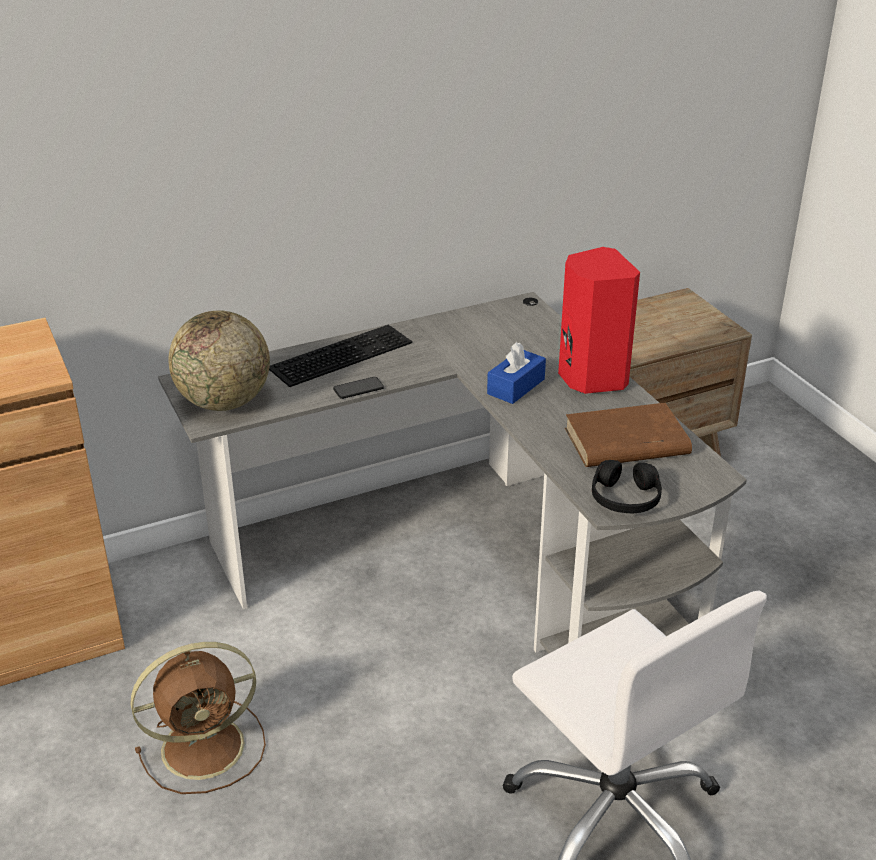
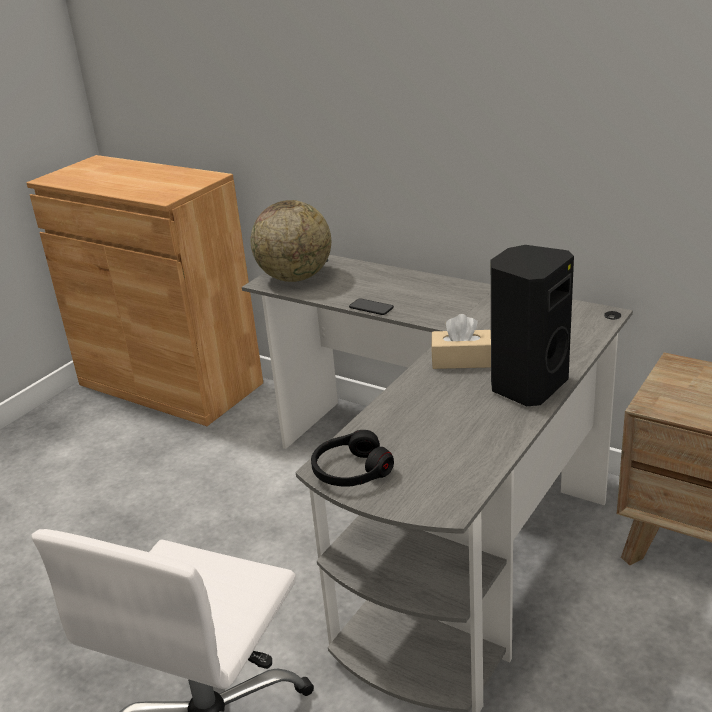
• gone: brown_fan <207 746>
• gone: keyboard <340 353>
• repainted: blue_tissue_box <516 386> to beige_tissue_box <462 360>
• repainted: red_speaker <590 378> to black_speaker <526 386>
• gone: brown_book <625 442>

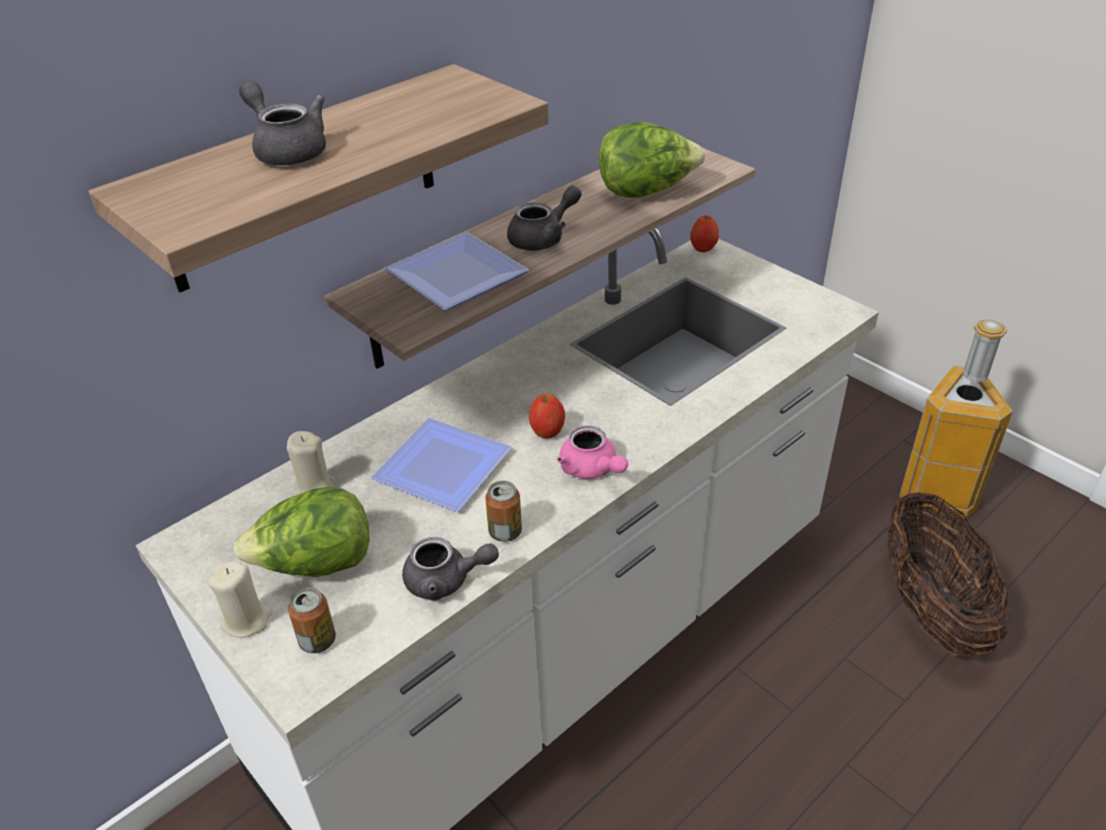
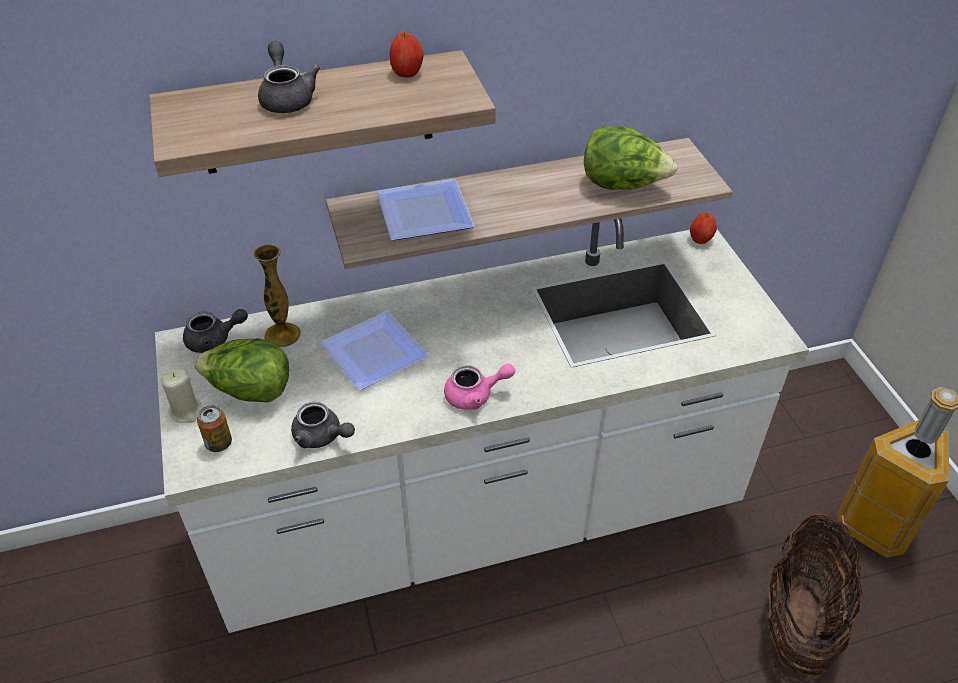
• swapped: beige_candle <314 488> to vase <282 335>
• gone: can <505 532>
• shifted: grey_teapot <544 238> to <214 340>
• shifted: apple <547 432> to <407 73>
• rotated: pink_teapot <592 469> = <475 395> 90 degrees counterclockwise

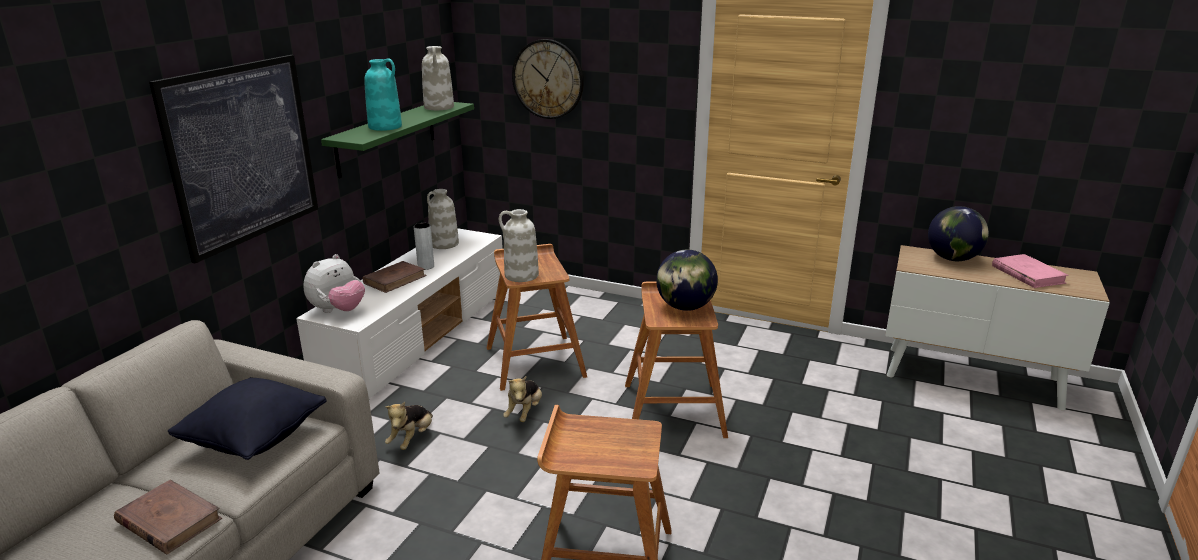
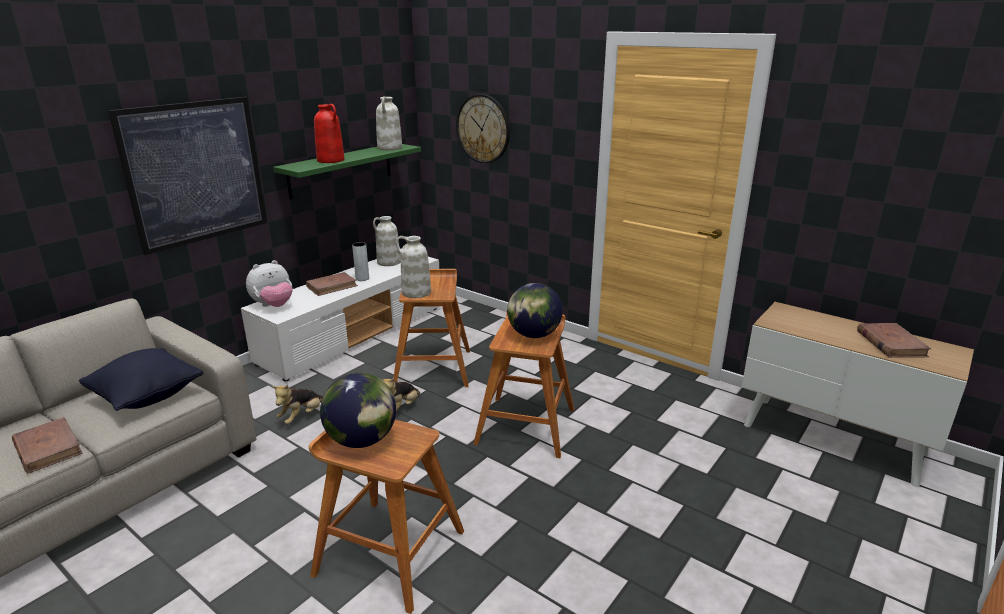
• repainted: turquoise_vase <386 127> to red_vase <331 160>
• shifted: globe <953 259> to <362 440>
• repainted: pink_book <1027 274> to brown_book <891 343>

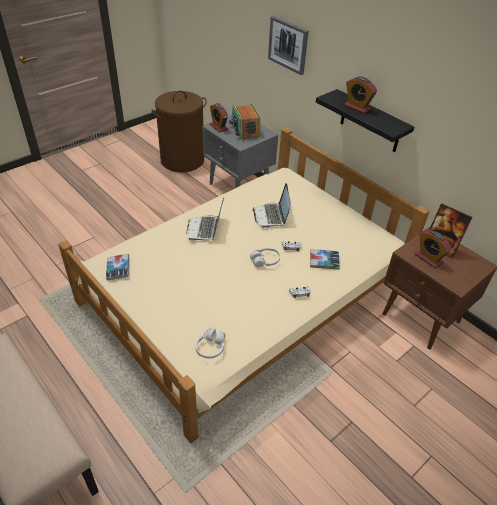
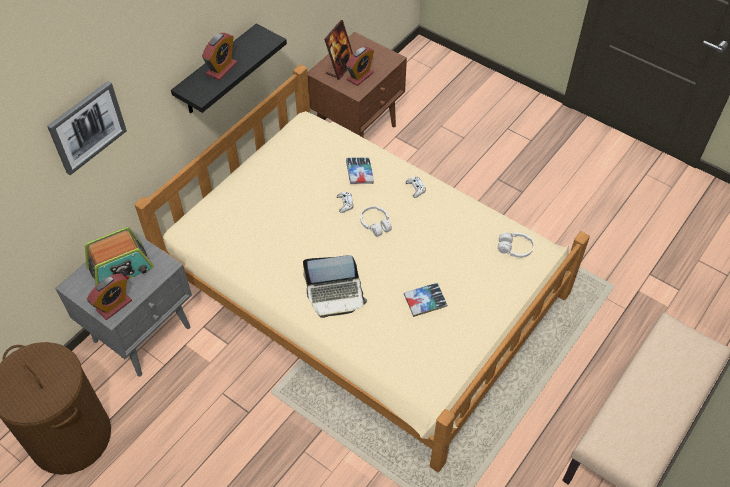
• shifted: book <118 269> to <425 302>
• gone: laptop <271 216>

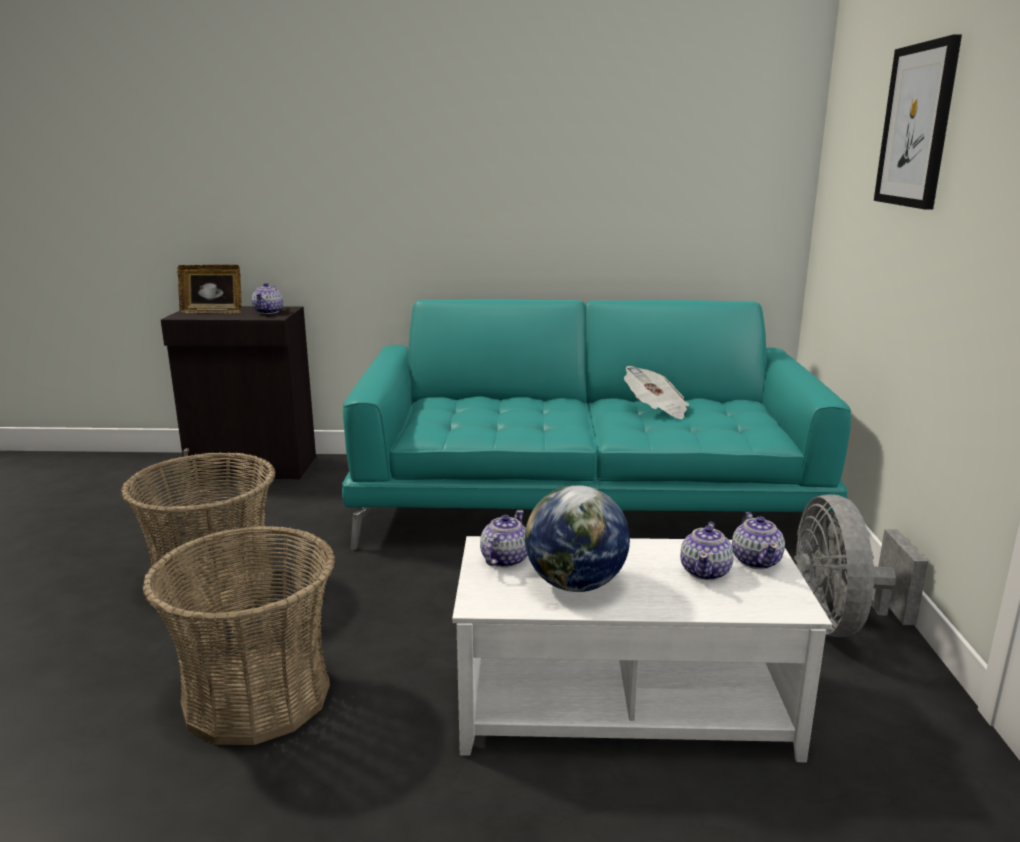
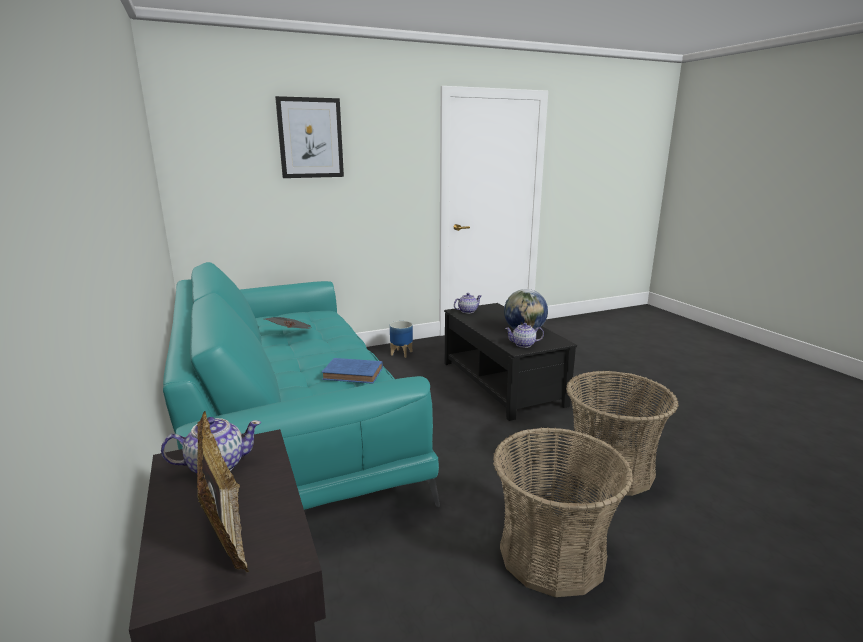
• repainted: white_coffee_table <624 702> to black_coffee_table <500 383>
• gone: teapot <706 571>
• swapped: grey_fan <839 622> to planter <401 353>
• new: blue_book <354 374>

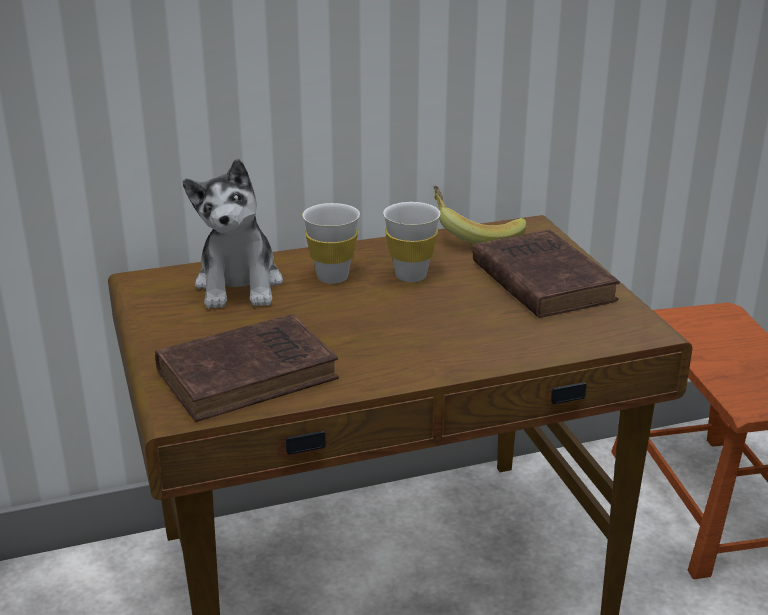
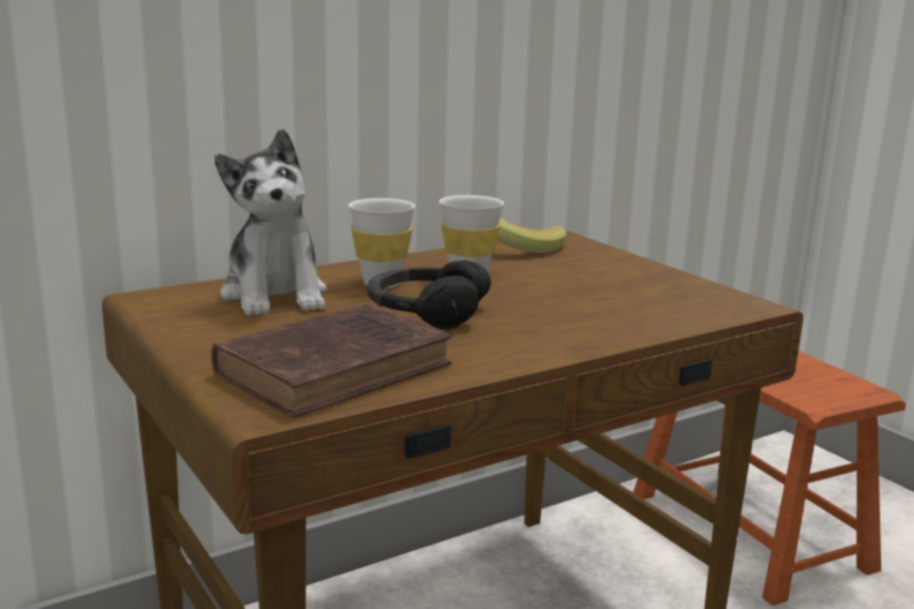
• gone: brown_book <540 280>
• new: black_headphones <426 313>

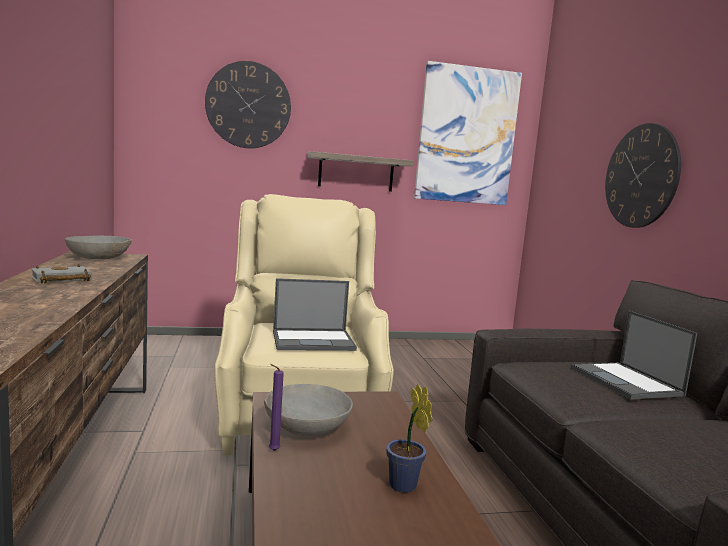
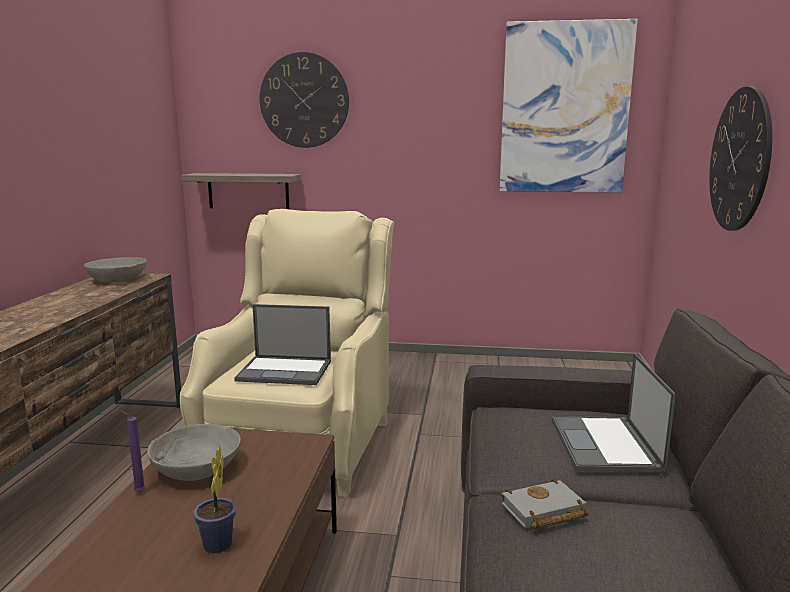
• shifted: grey_book <60 279> to <543 512>
• shifted: shelf <356 172> to <248 191>

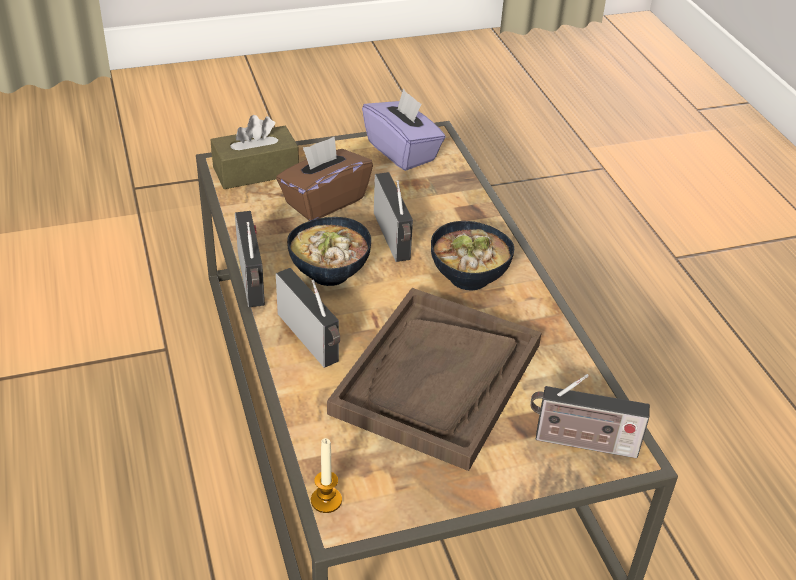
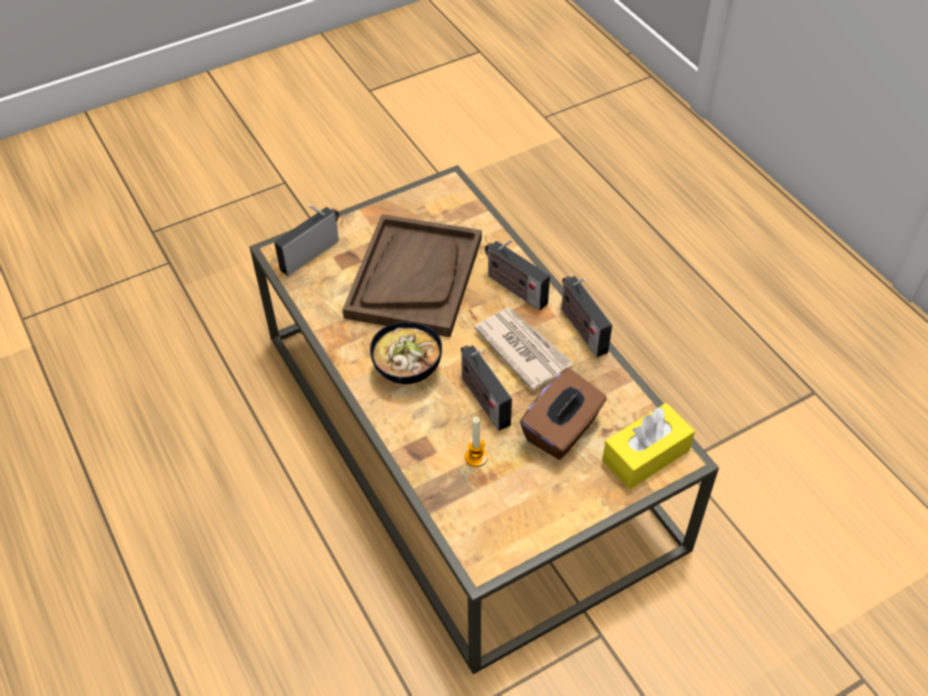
• repainted: brown_tissue_box <256 171> to yellow_tissue_box <646 455>
• swapped: bowl <331 273> to newspaper <523 349>
• shifted: candle <326 500> to <476 457>
• gone: purple_tissue_box <402 151>
• rotated: radio <581 443> = <311 253> 45 degrees counterclockwise

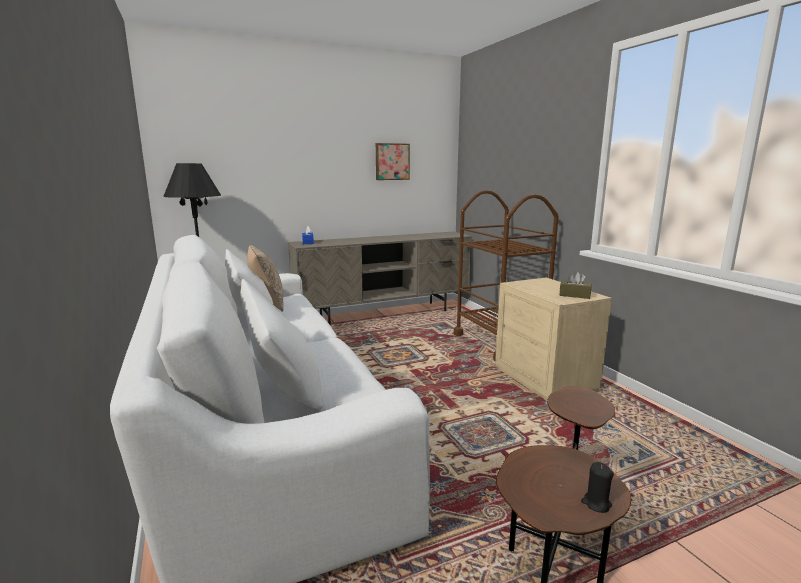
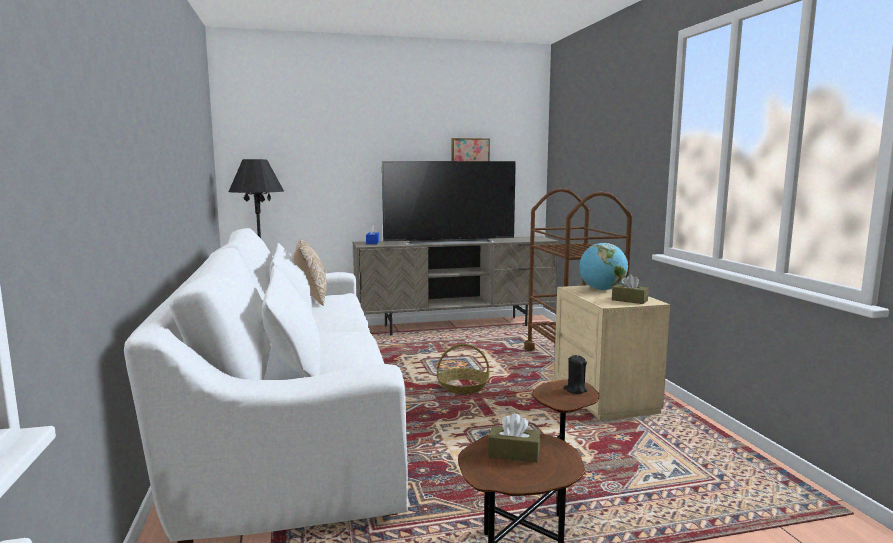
• shifted: black_candle <596 503> to <575 390>
• new: television <448 242>
• new: basket <462 387>
• new: brown_tissue_box <513 453>
• new: globe <602 290>

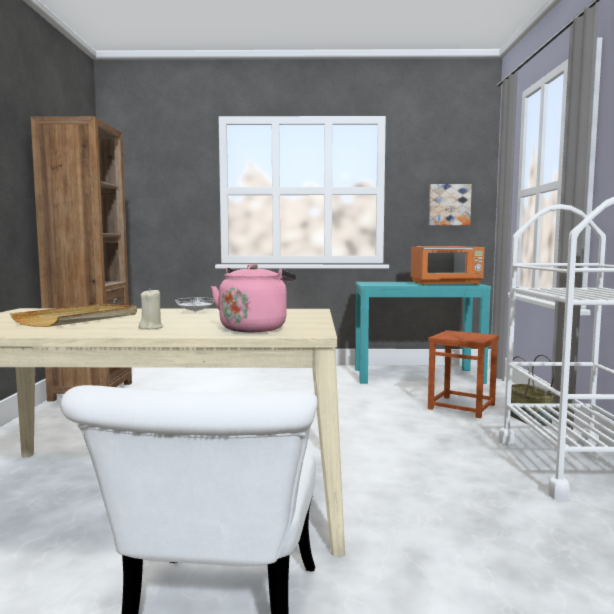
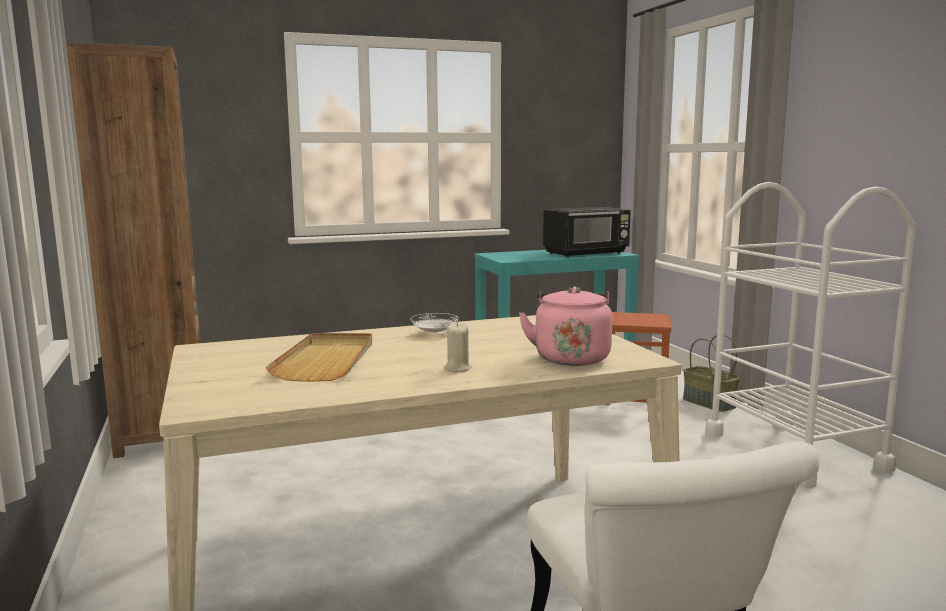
• repainted: orange_microwave <446 284> to black_microwave <587 253>
• gone: picture <449 205>

